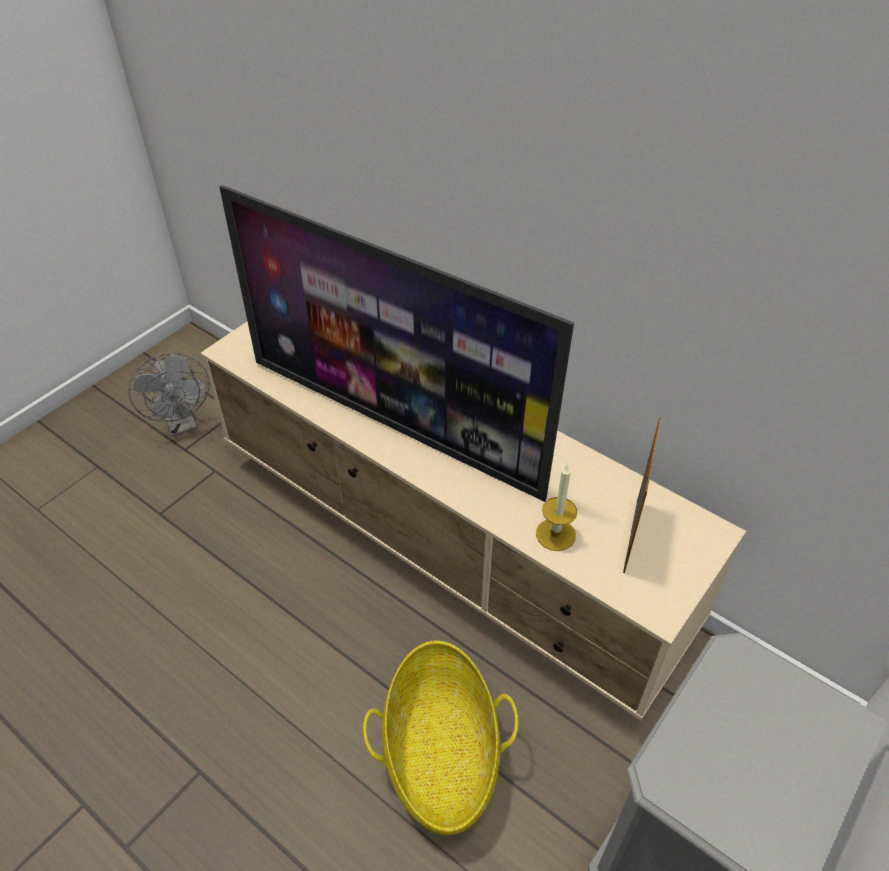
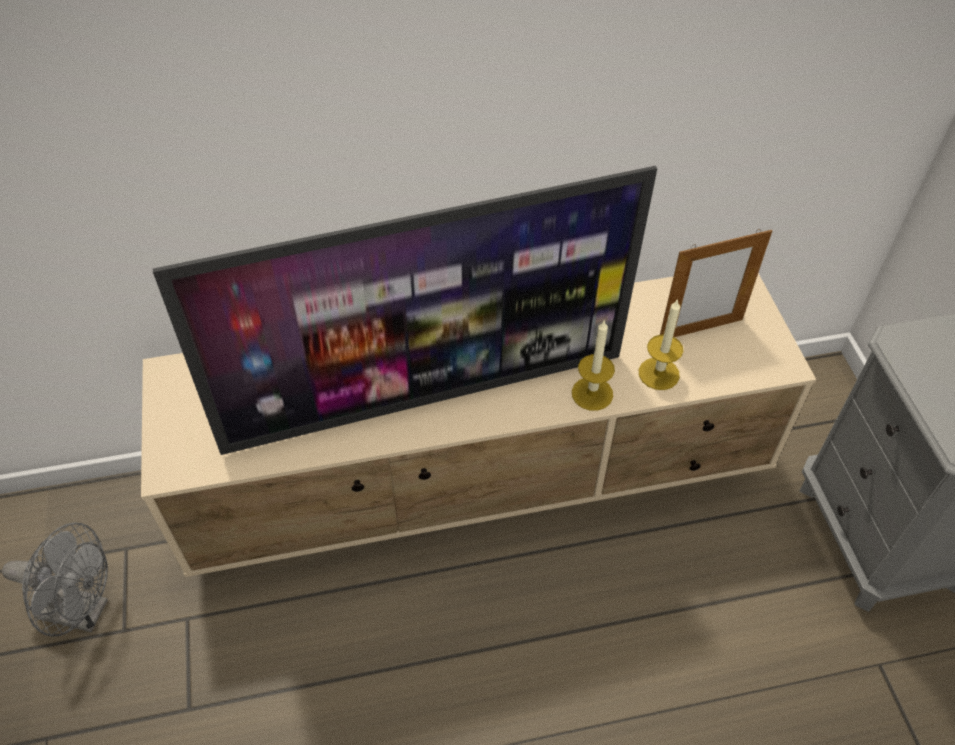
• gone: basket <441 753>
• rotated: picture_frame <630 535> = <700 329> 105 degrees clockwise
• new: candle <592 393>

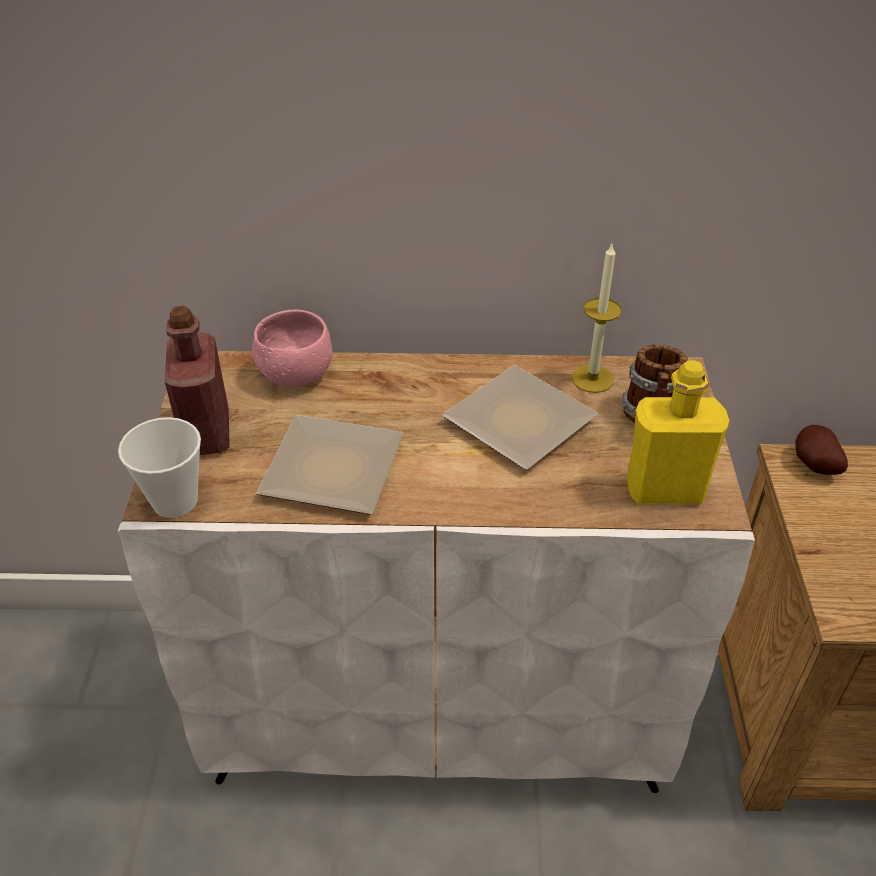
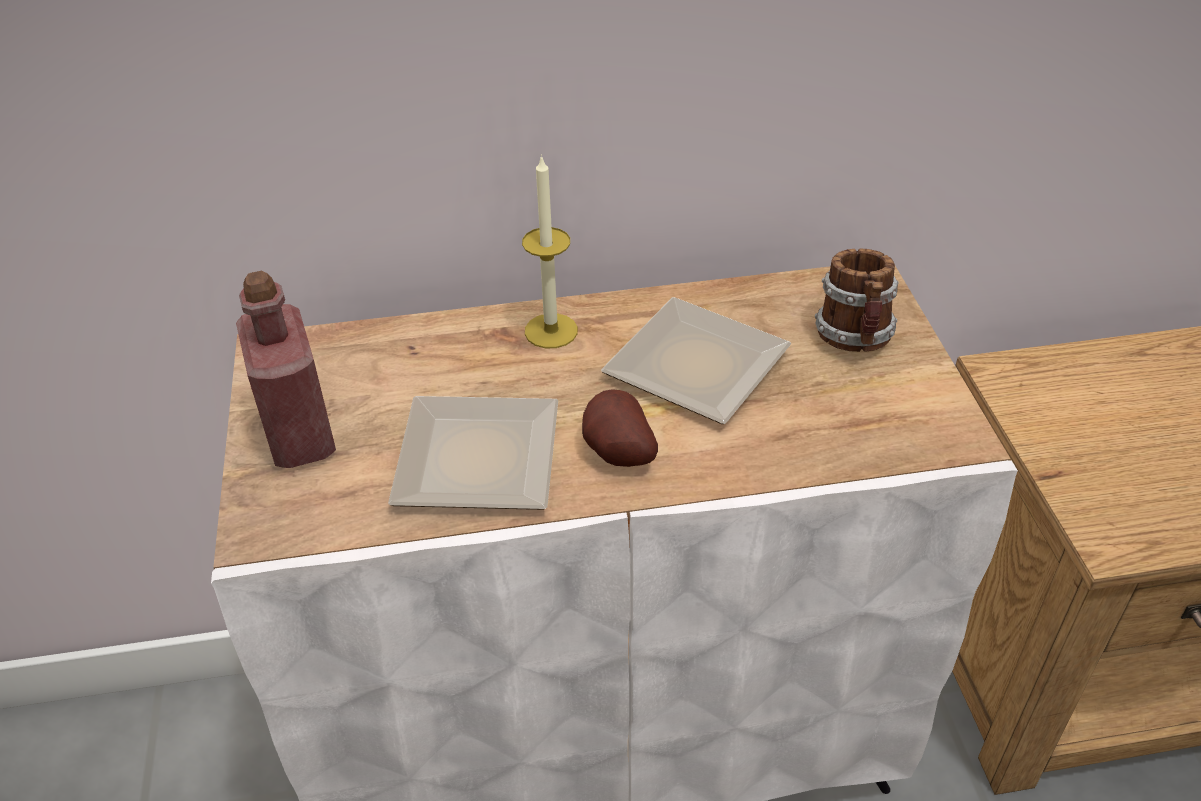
• gone: cup <175 501>
• gone: pink_bowl <295 374>
• shifted: candle <592 379> to <551 331>
• gone: yellow_bottle <664 490>
• shifted: potato <813 465> to <616 453>

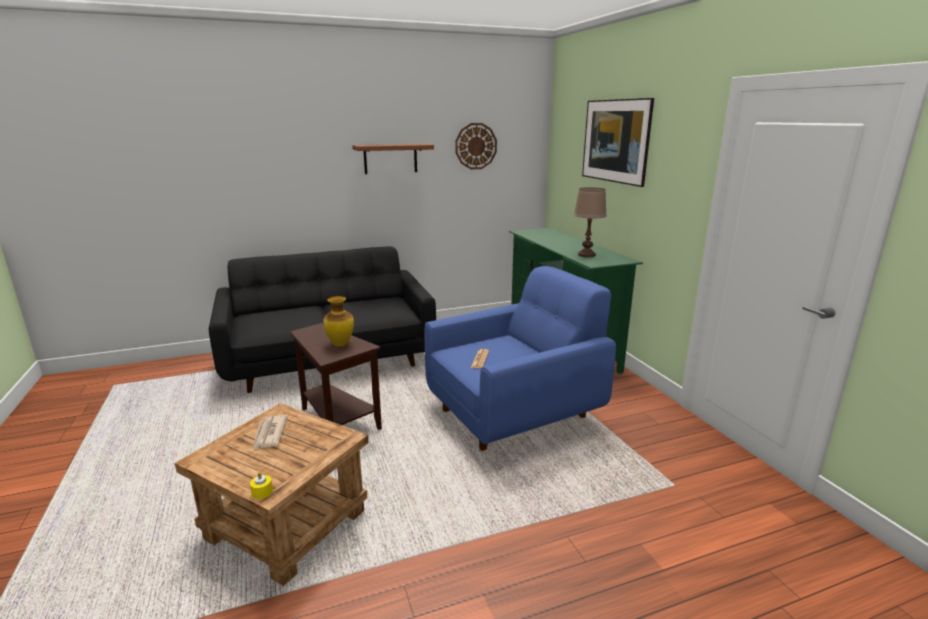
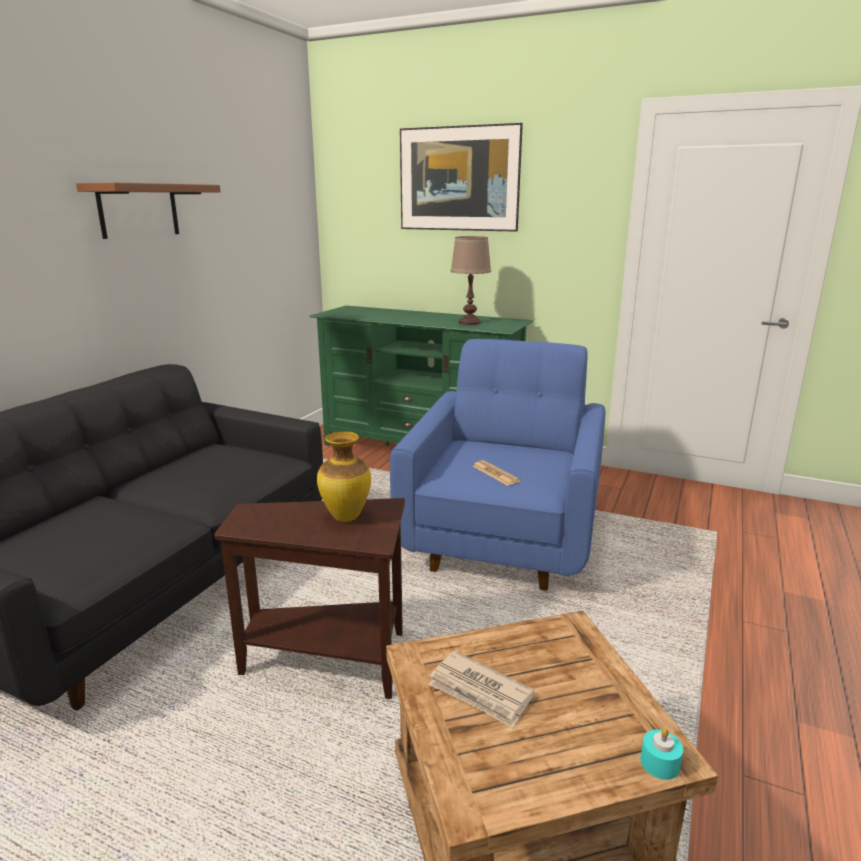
• repainted: yellow_candle <262 492> to turquoise_candle <659 763>
• gone: wall_clock <476 146>

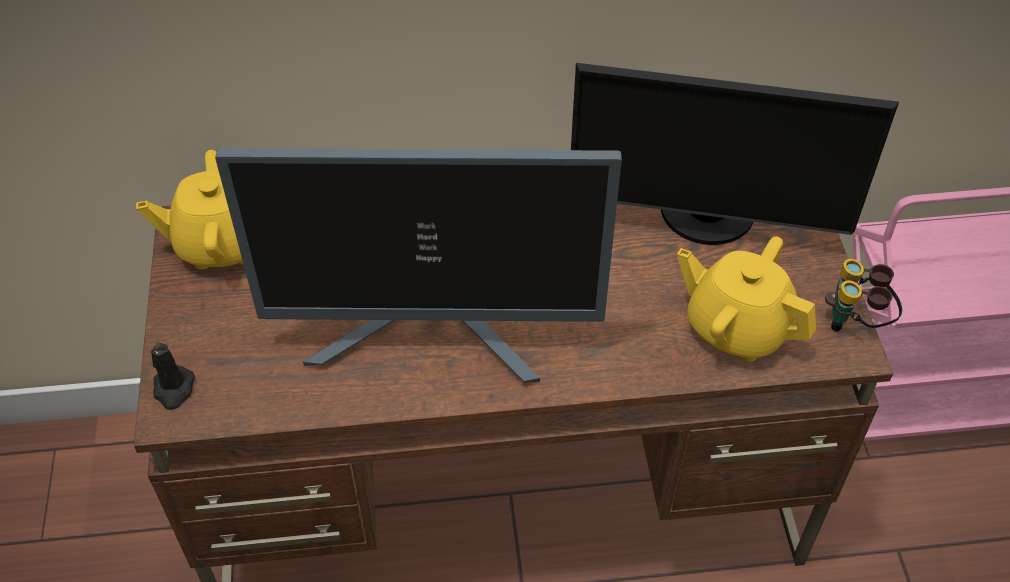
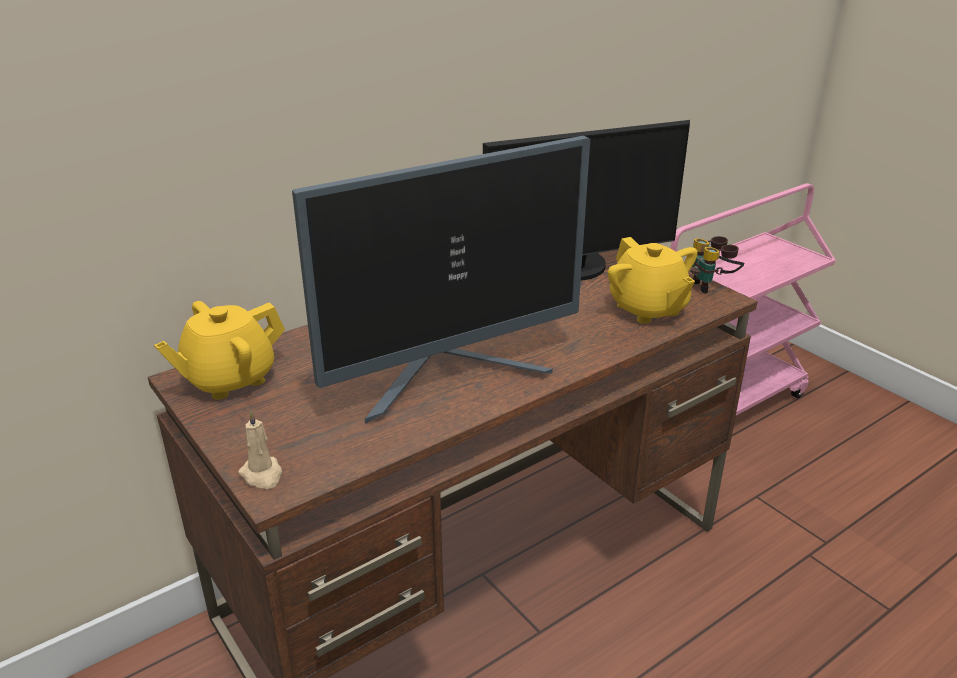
• repainted: black_candle <174 389> to beige_candle <262 475>
• rotated: yellow_teapot <736 328> = <647 309> 120 degrees counterclockwise

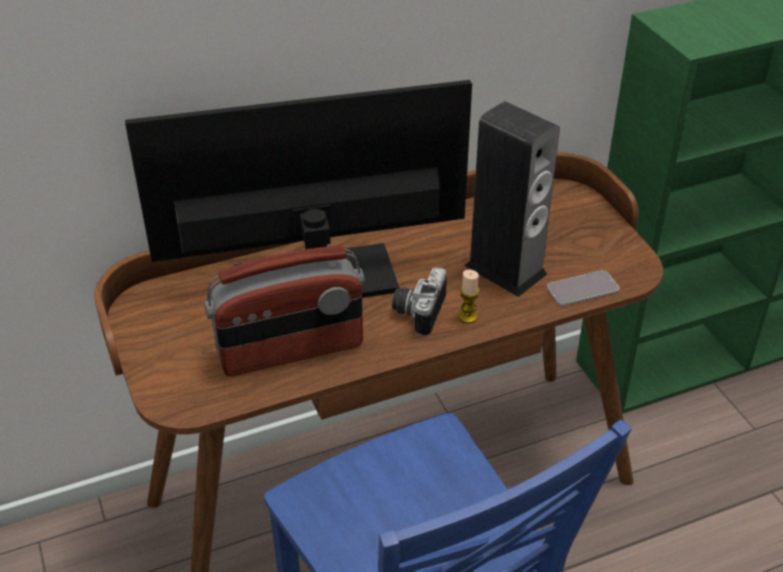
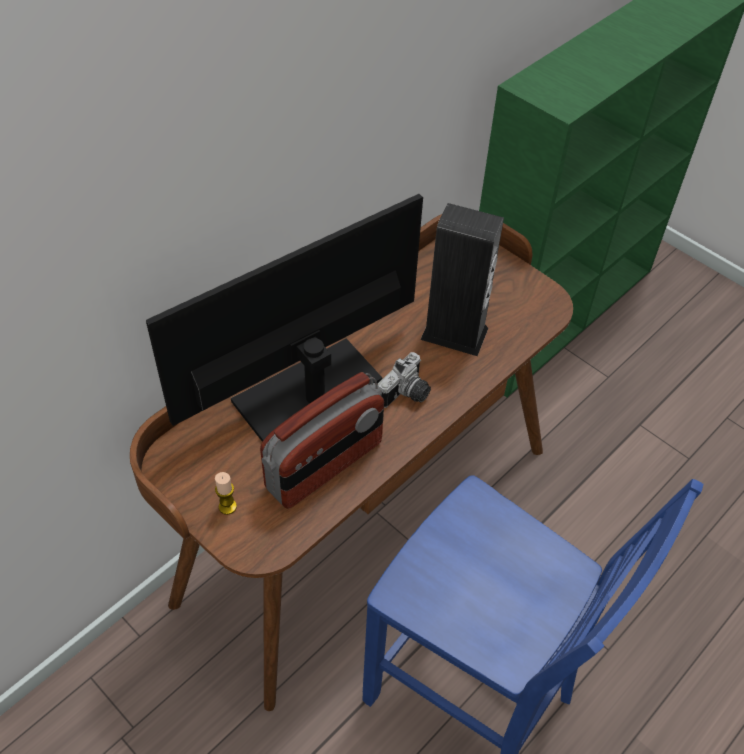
• rotated: photo_camera <417 311> = <406 395> 135 degrees counterclockwise
• shifted: candle <468 316> to <227 506>
• gone: phone <582 289>

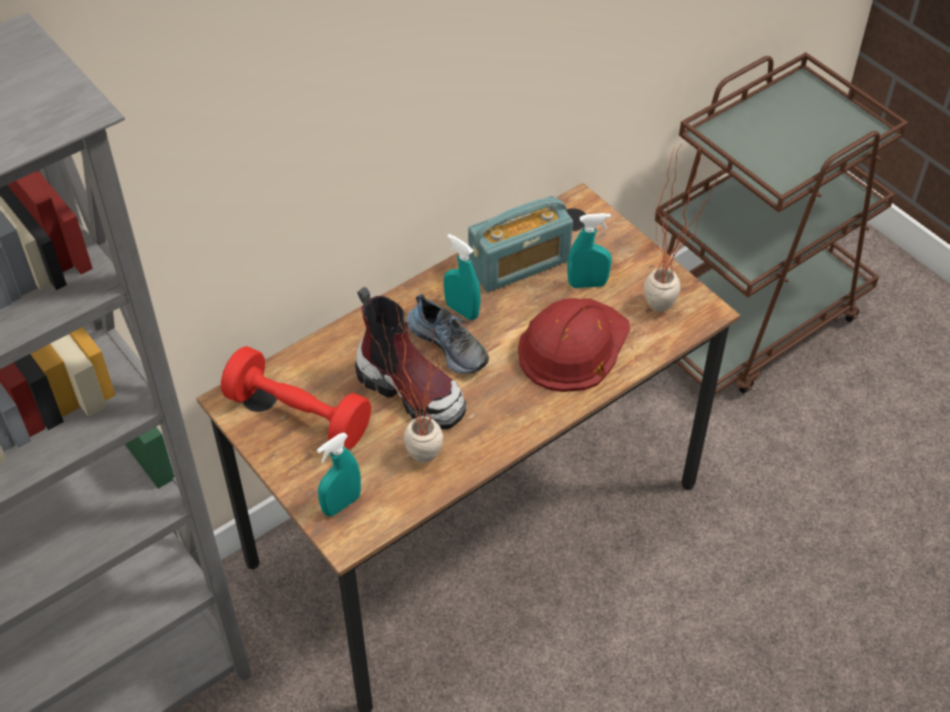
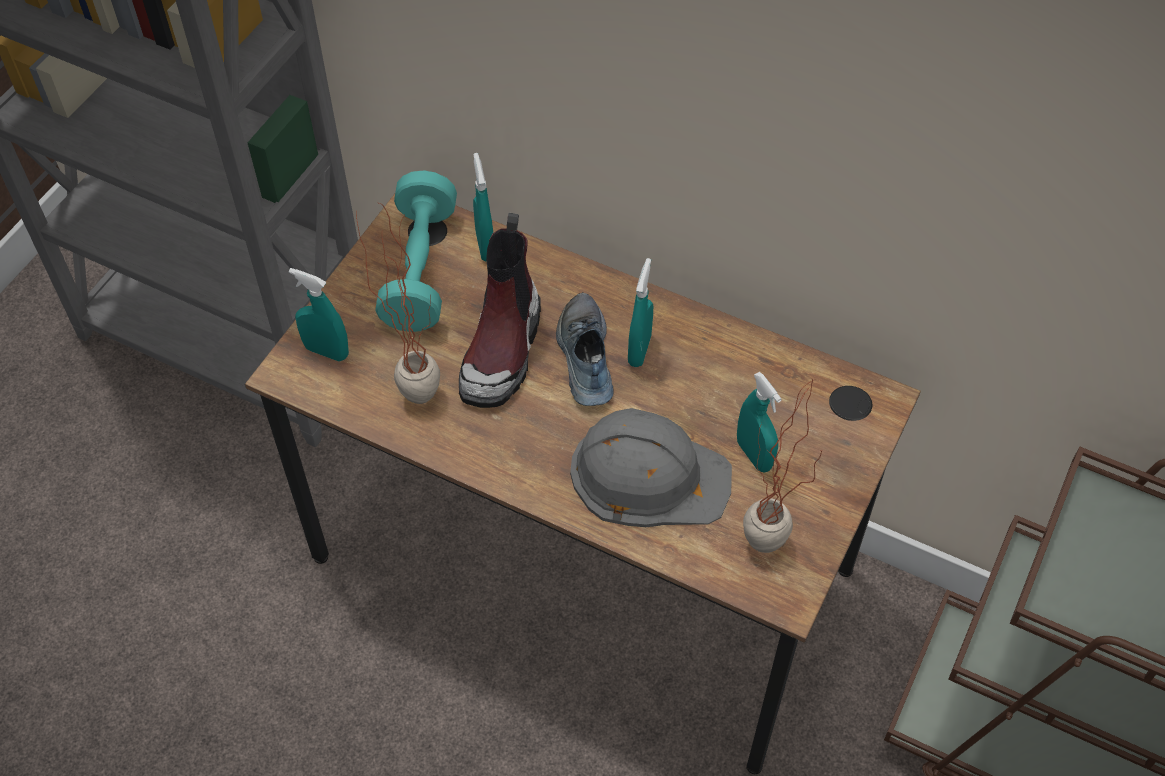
• repainted: red_dumbbell <298 414> to turquoise_dumbbell <420 270>
• rotated: shoe <449 344> = <584 358> 150 degrees clockwise
• gone: radio <519 264>
• repainted: red_hard_hat <573 346> to grey_hard_hat <648 475>
• new: turquoise_spray_bottle <485 246>

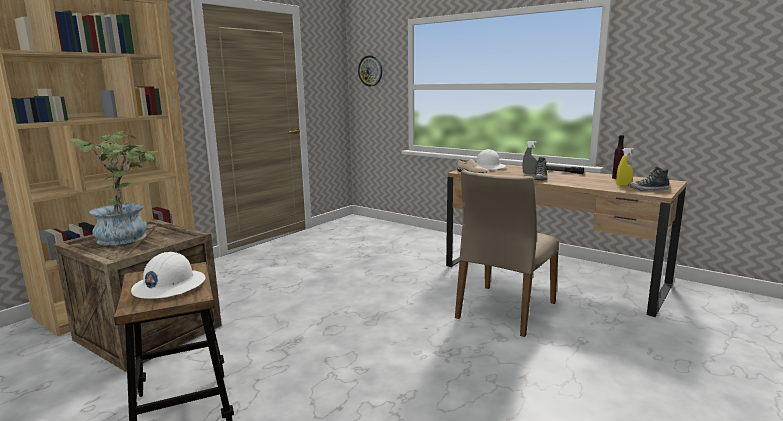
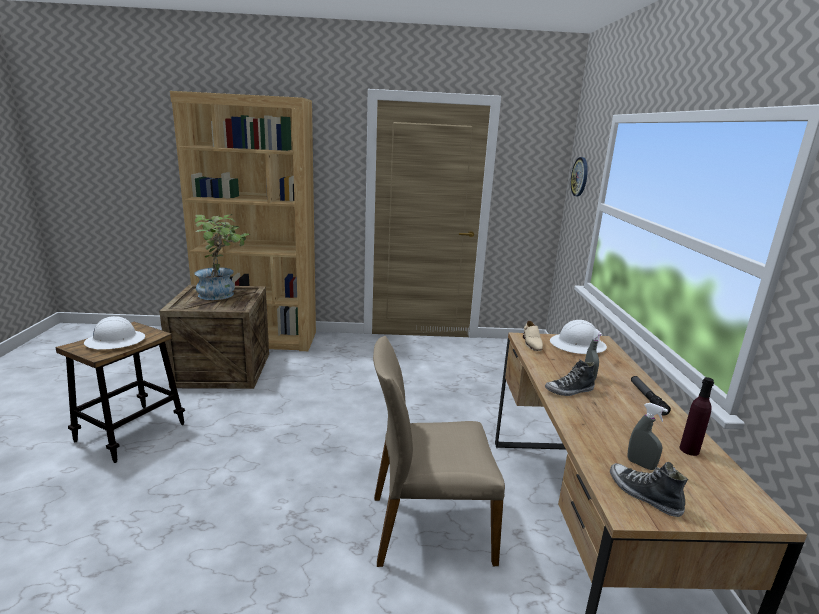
• repainted: yellow_spray_bottle <623 185> to grey_spray_bottle <640 464>

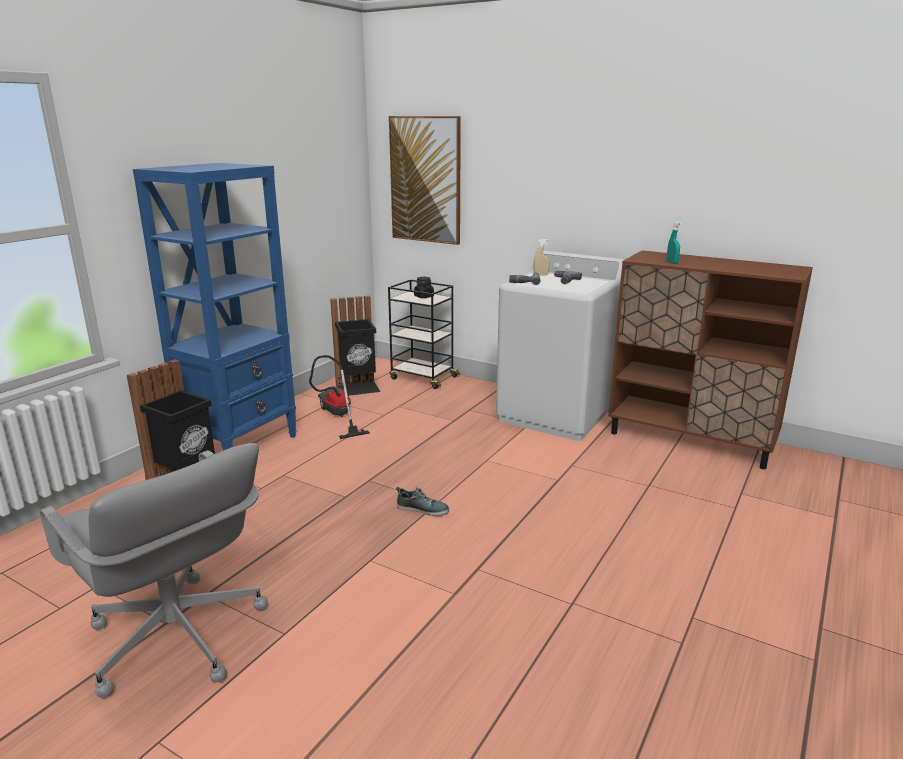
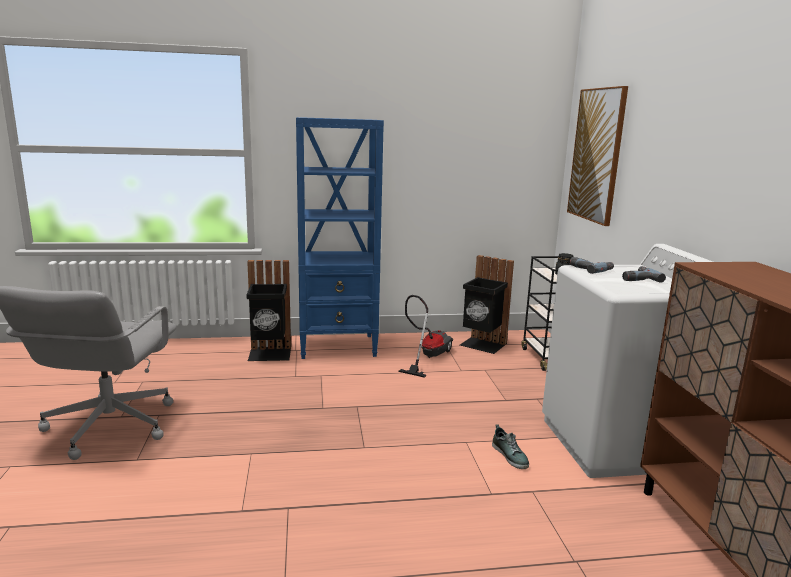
• shifted: shoe <422 509> to <510 456>
• gone: beige_spray_bottle <541 275>
• gone: turquoise_spray_bottle <672 262>

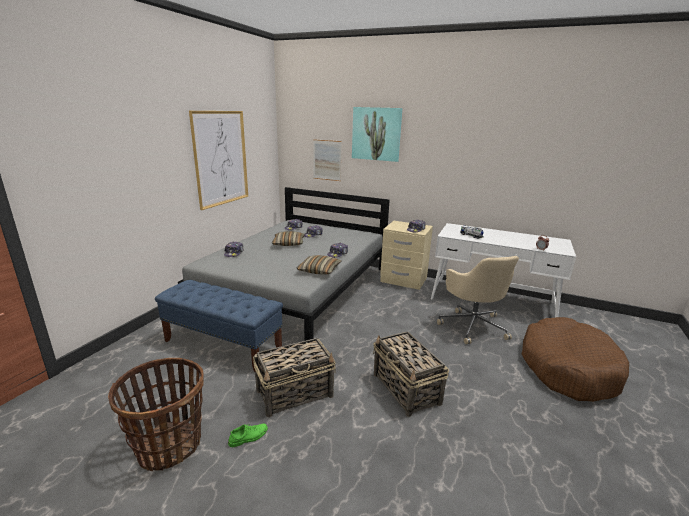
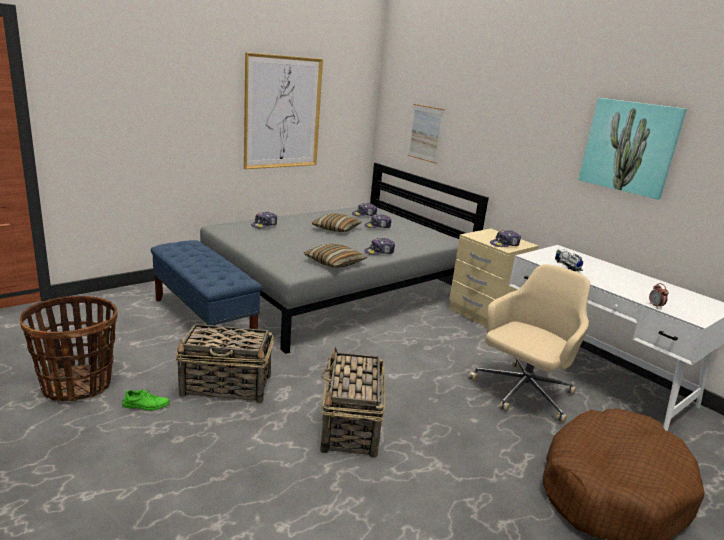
• shifted: picture <376 134> to <629 147>
• rotated: beige_office_chair <472 326> = <522 393> 150 degrees counterclockwise

